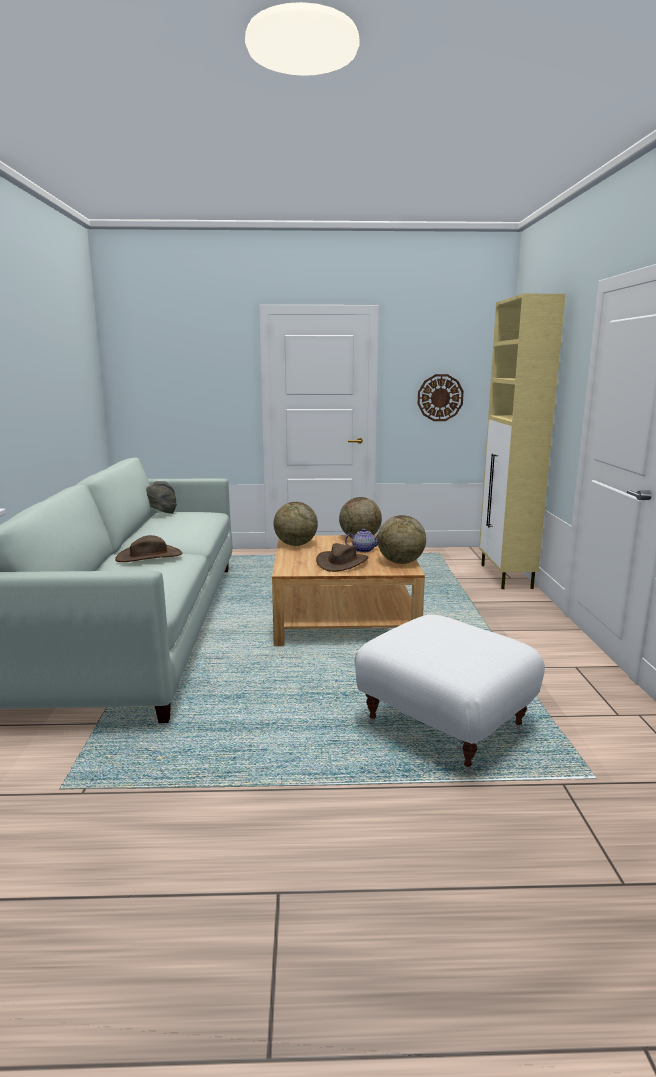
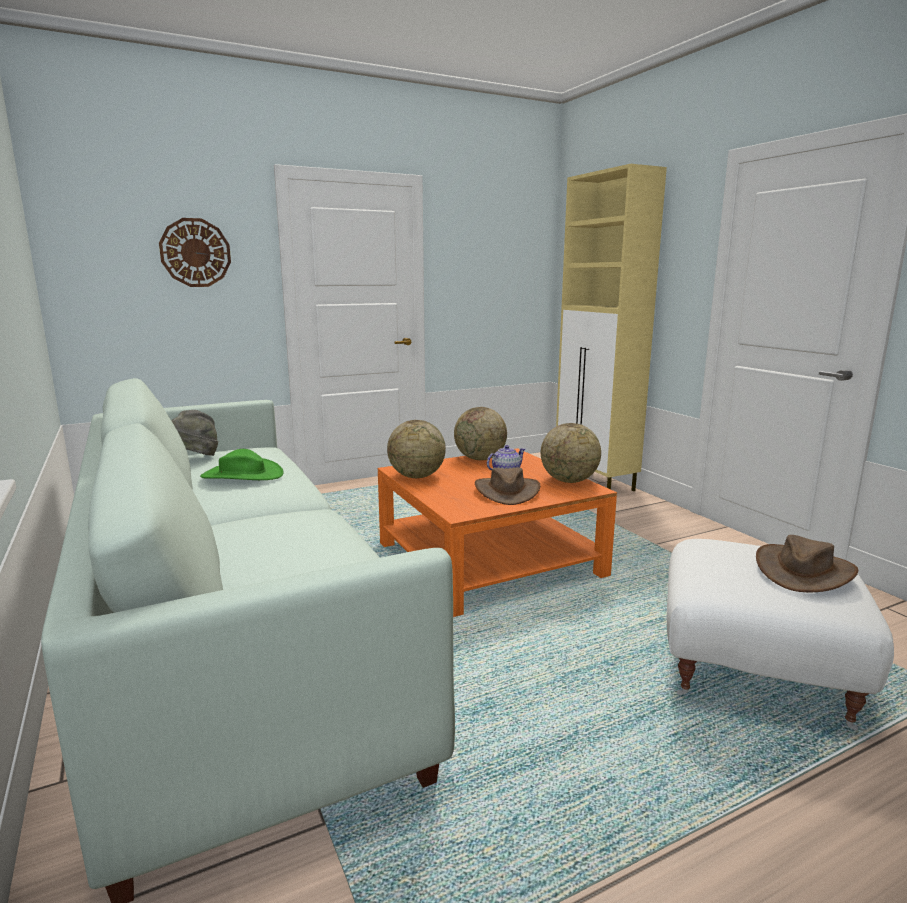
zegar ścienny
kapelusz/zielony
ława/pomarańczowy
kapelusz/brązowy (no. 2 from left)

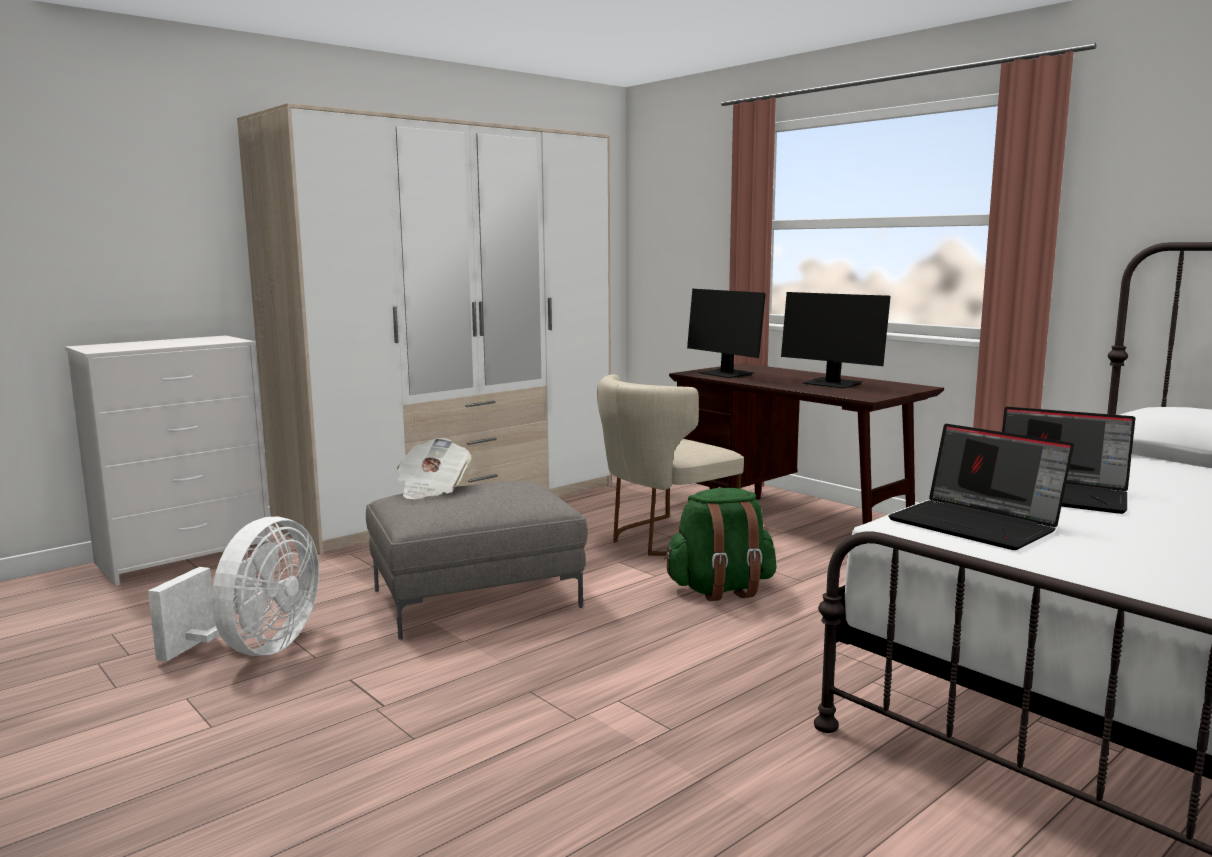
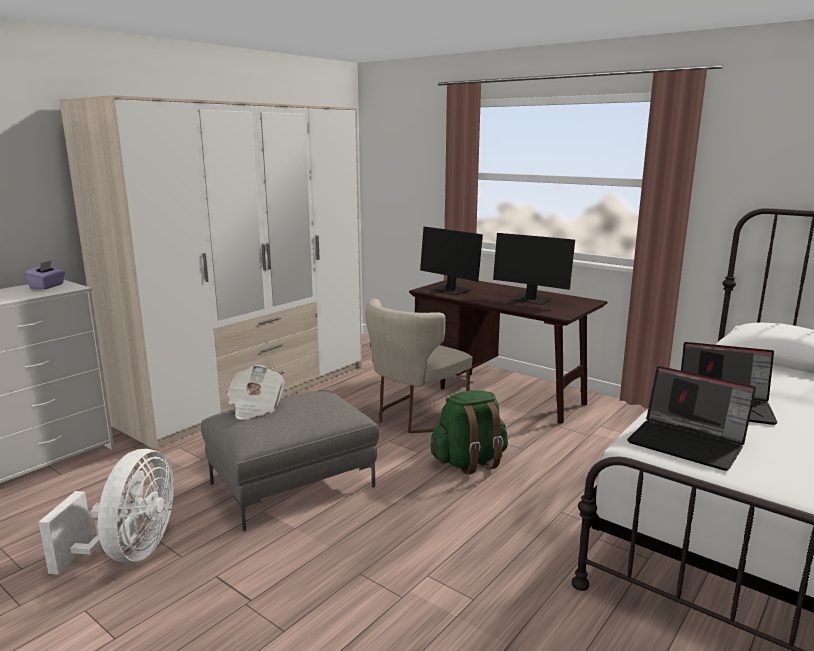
pudełko chusteczek/fioletowy

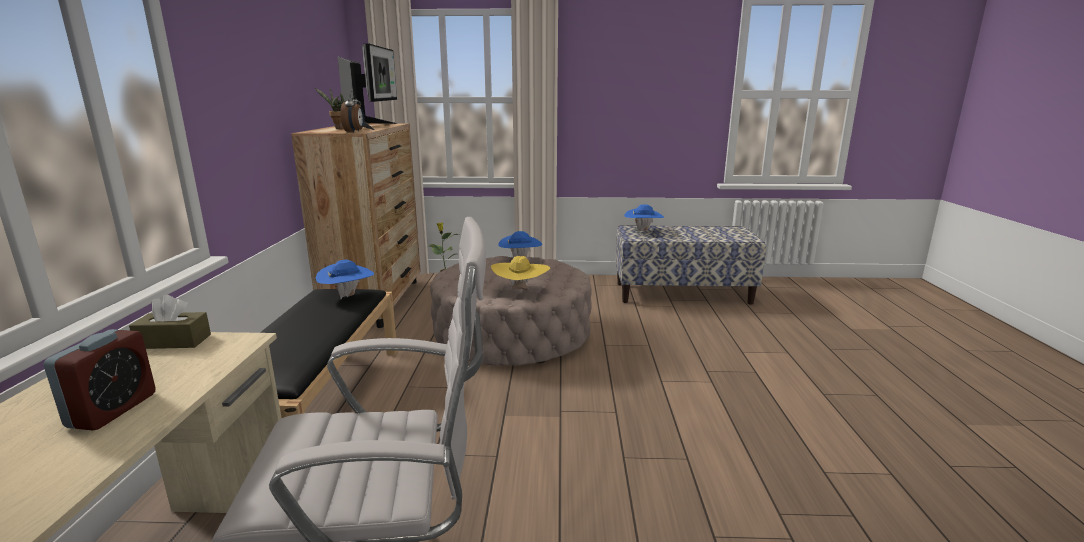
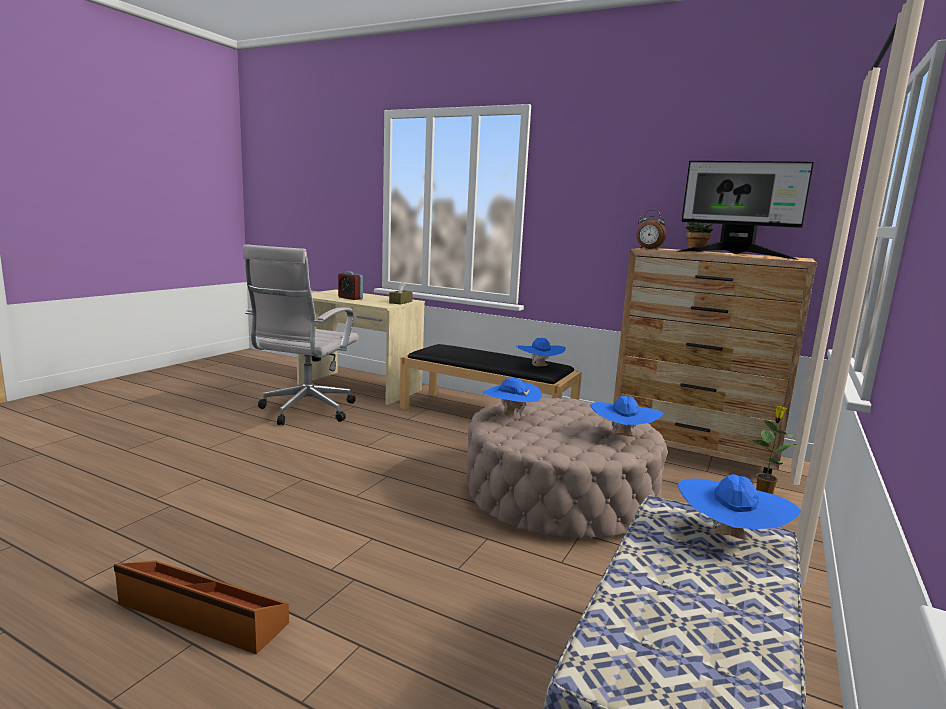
pojemnik do przechowywania/brązowy
kapelusz/niebieski (no. 1 from left)

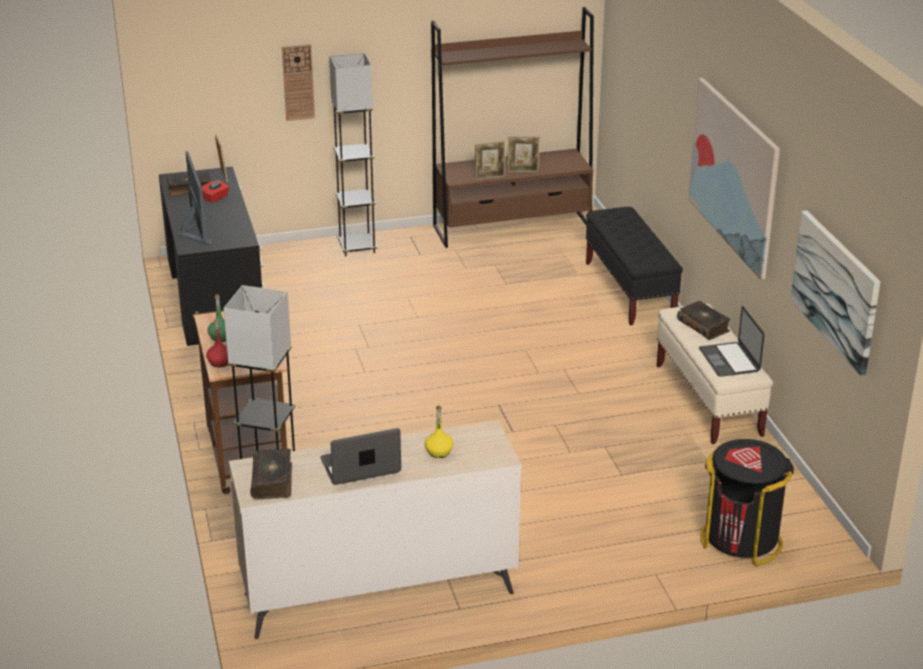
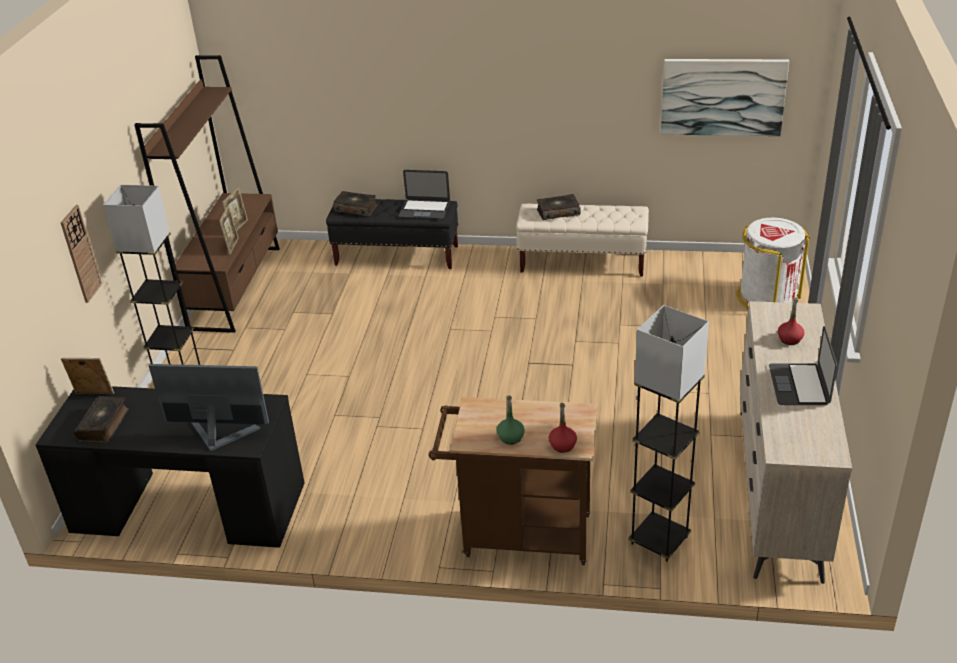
książka (no. 2 from left)
laptop (no. 1 from left)
kosz na śmieci/biały
butelka/czerwony (no. 2 from left)
pudełko chusteczek/czerwony
obraz (no. 1 from left in the first image)

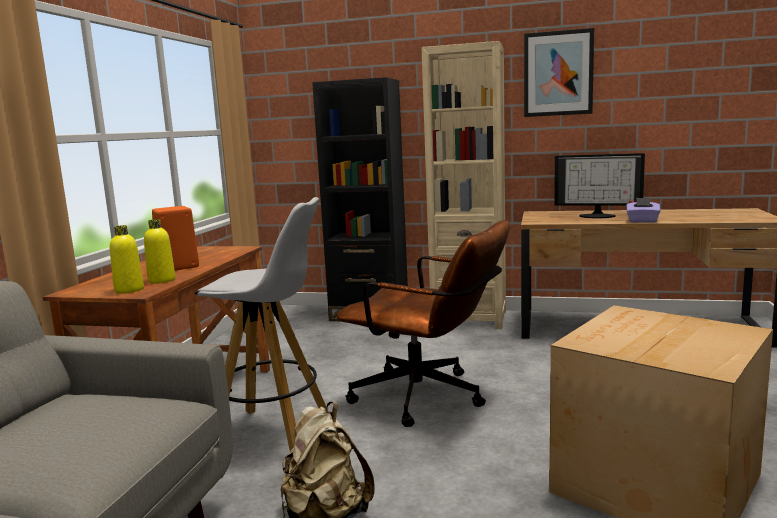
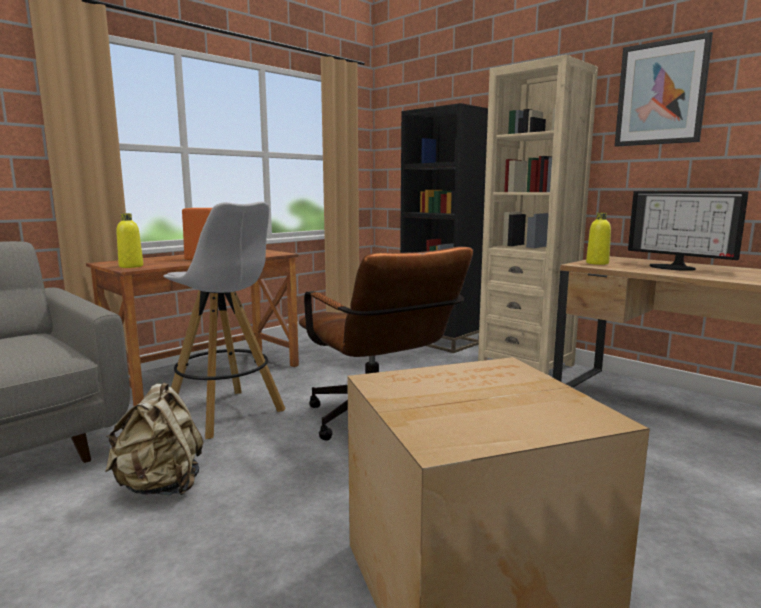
butelka/żółty (no. 2 from left)
pudełko chusteczek/fioletowy

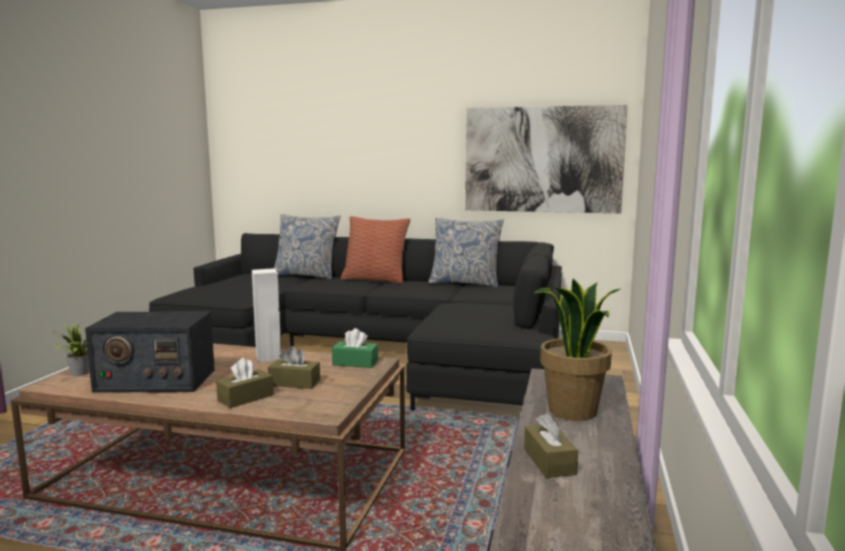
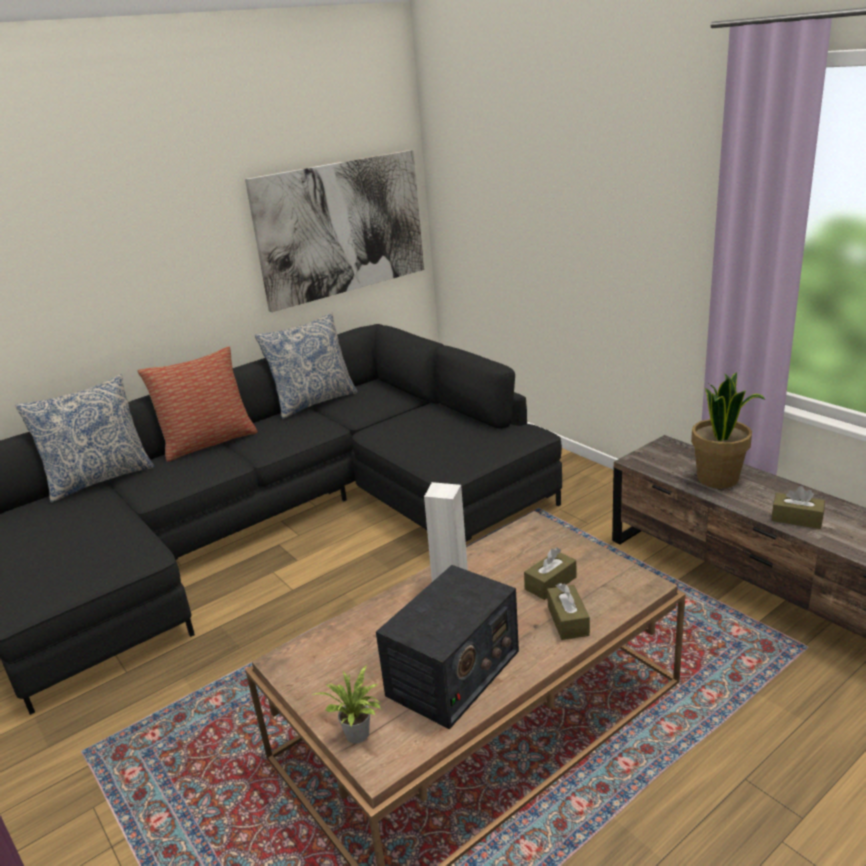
pudełko chusteczek/zielony

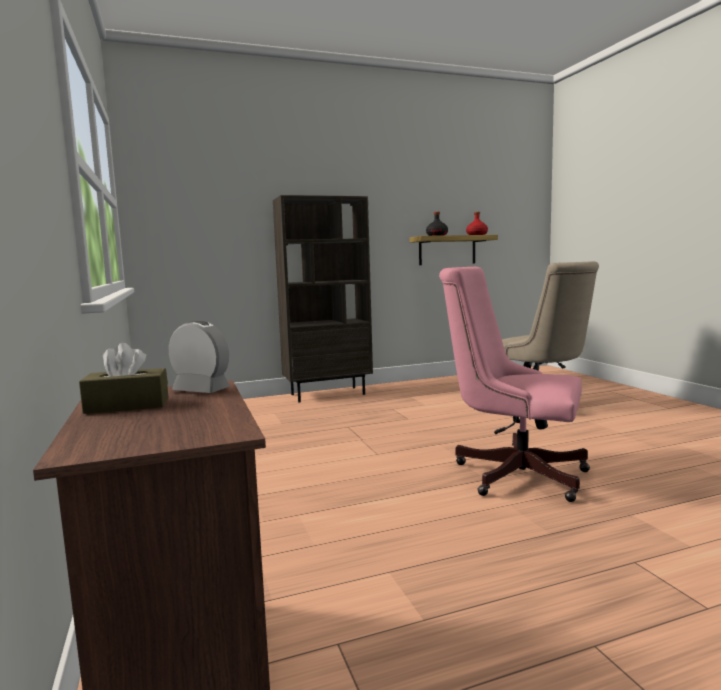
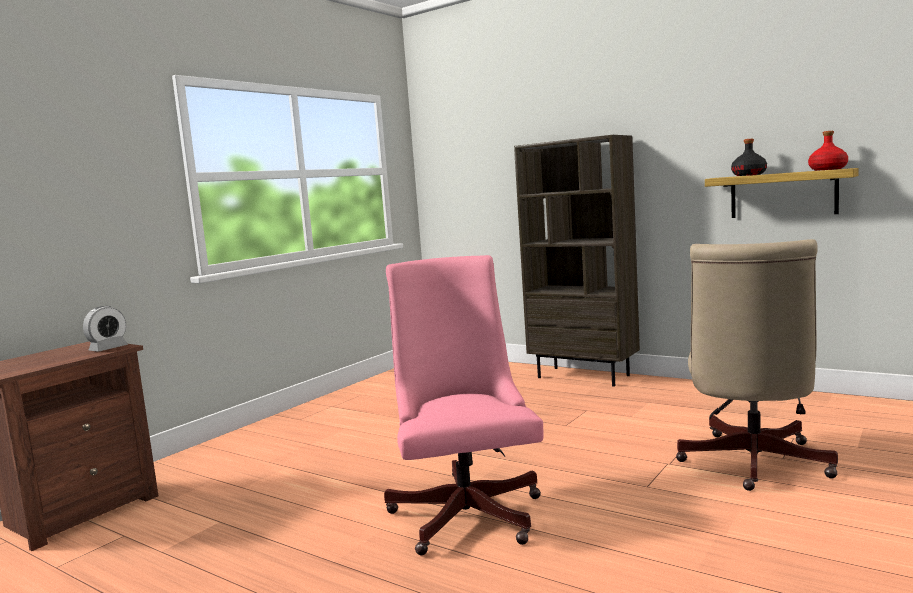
budzik
pudełko chusteczek/brązowy

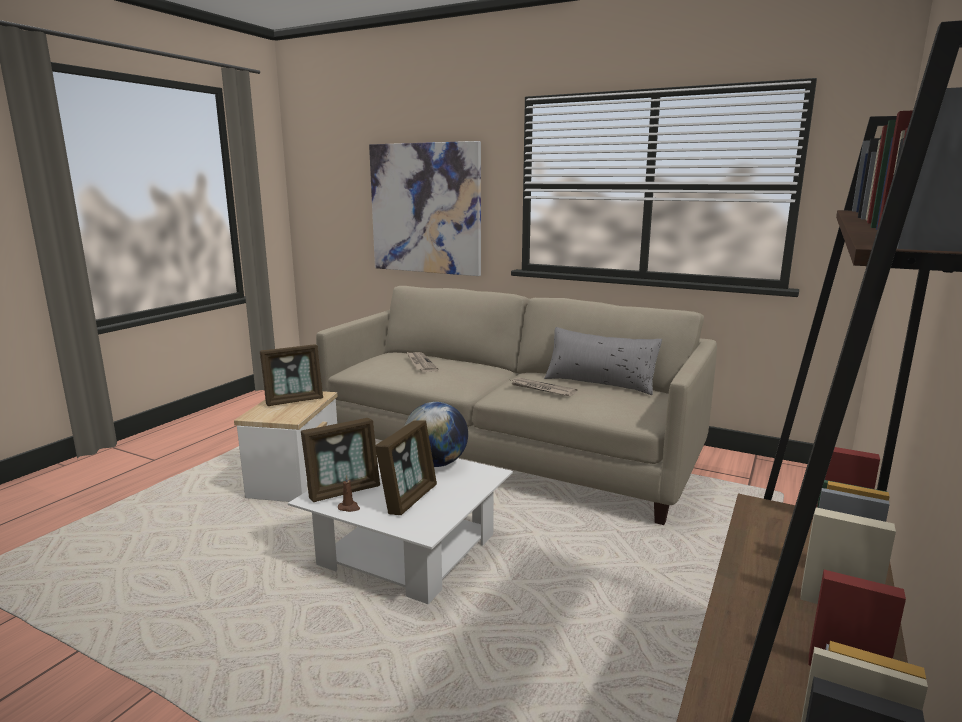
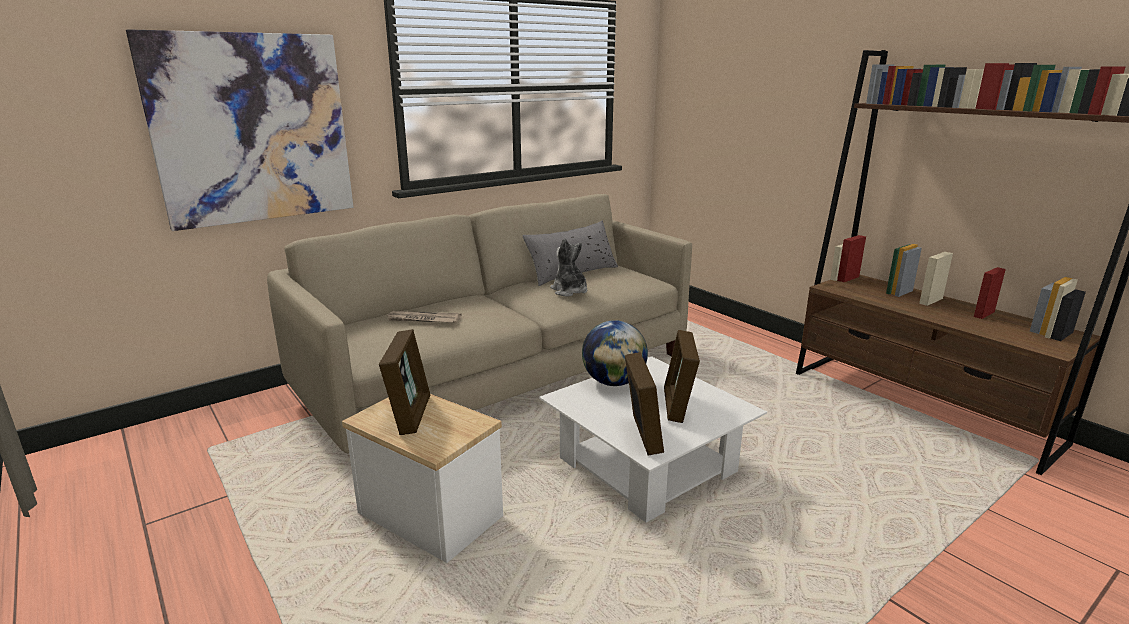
pluszak
ramka na zdjęcie (no. 3 from left)
świeca/brązowy

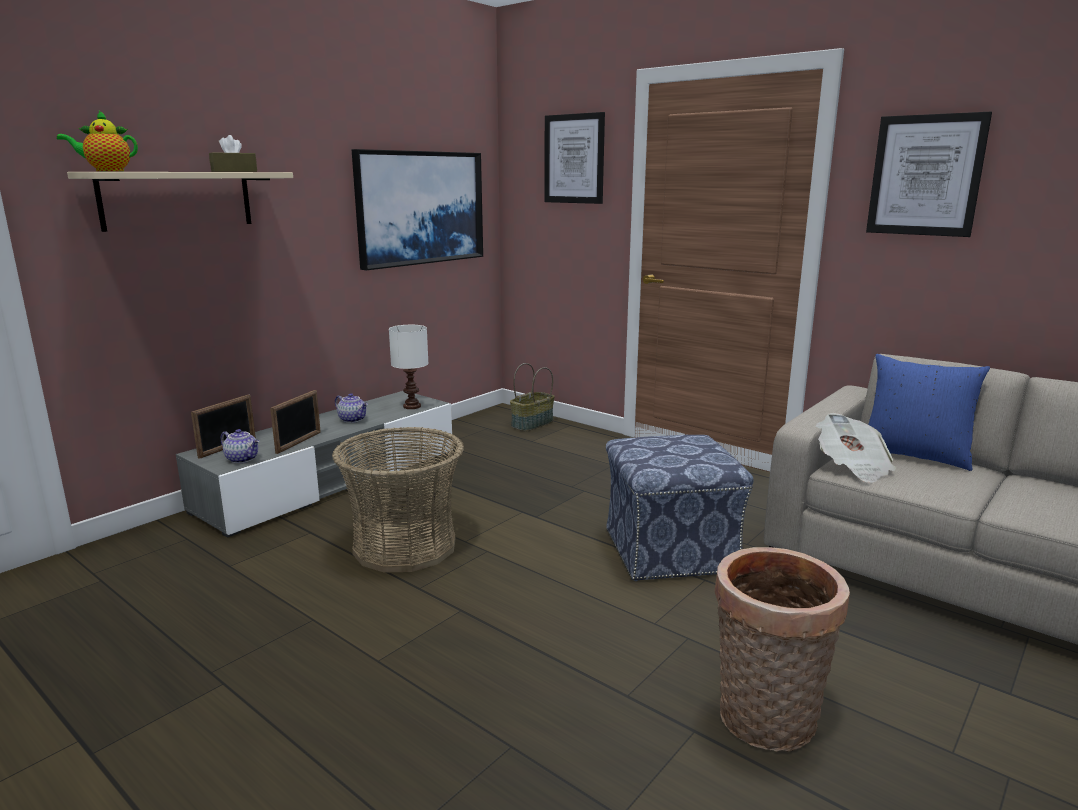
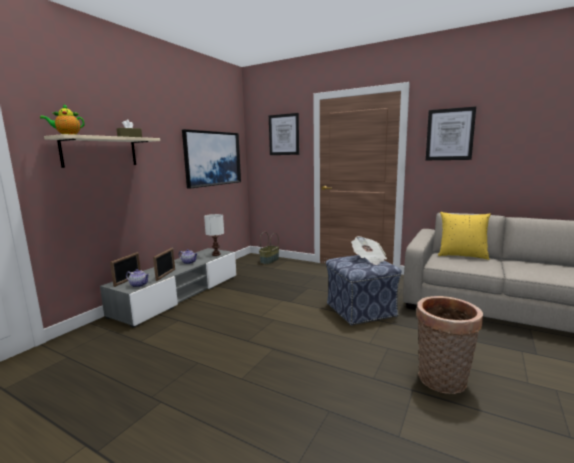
gazeta
poduszka/żółty
koszyk (no. 1 from left in the first image)

